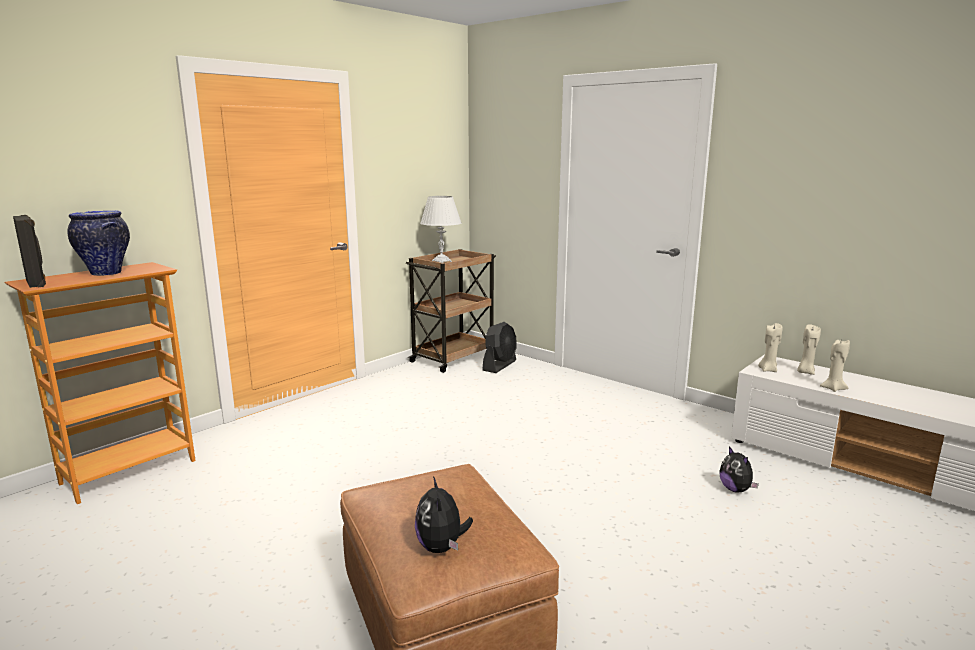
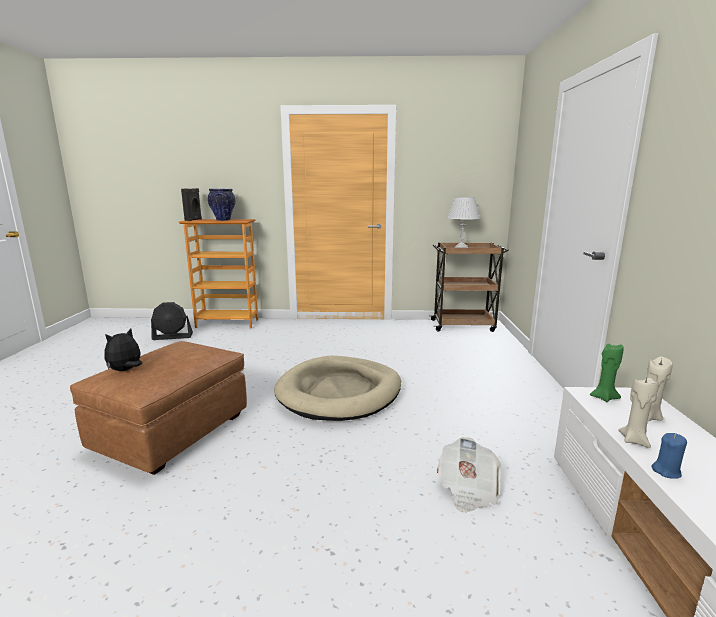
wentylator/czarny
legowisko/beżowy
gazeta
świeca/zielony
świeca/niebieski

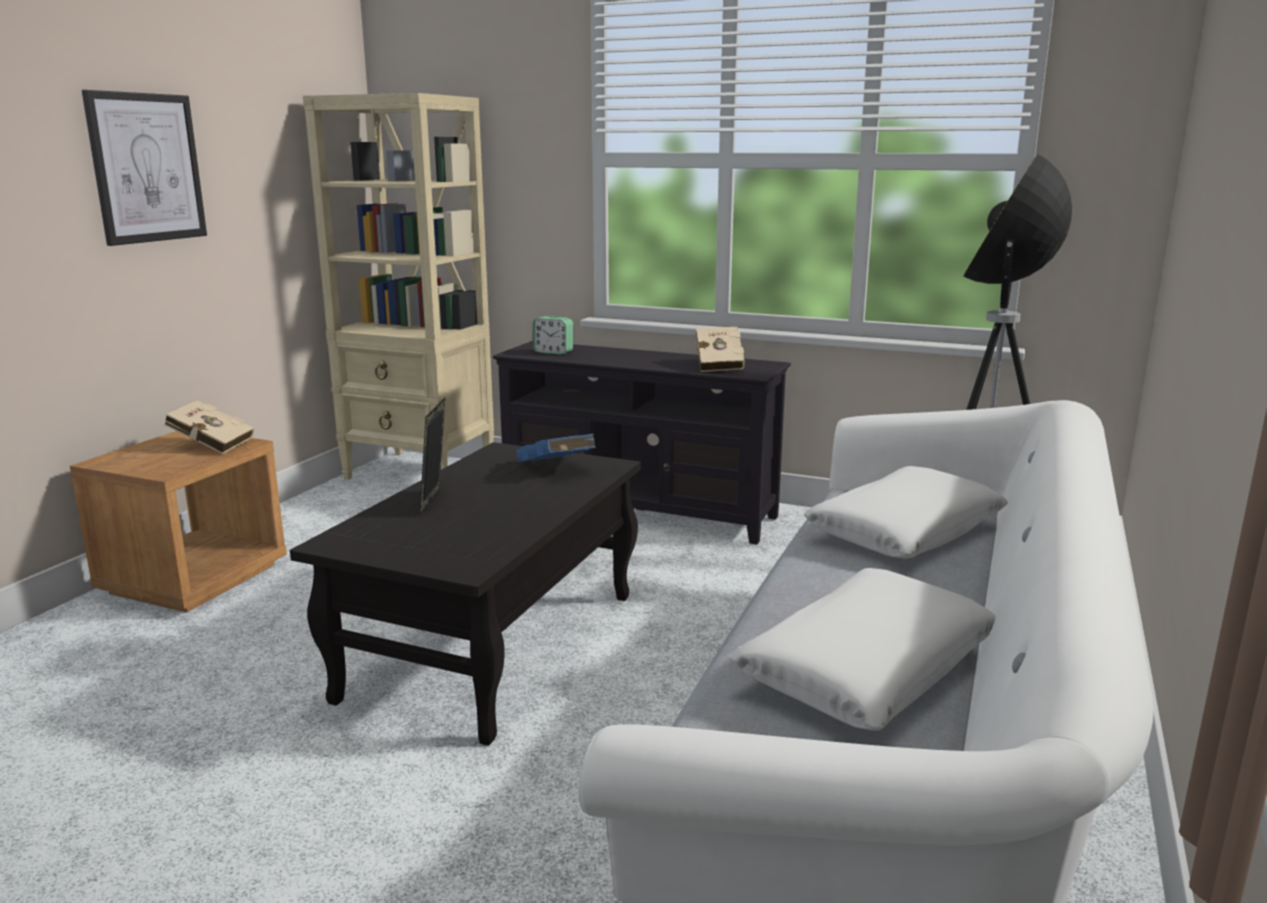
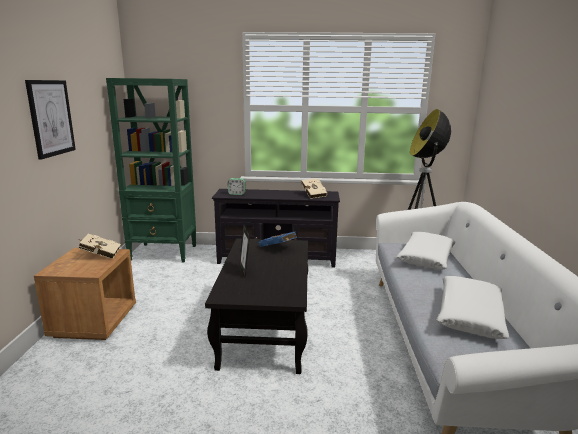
regał/zielony

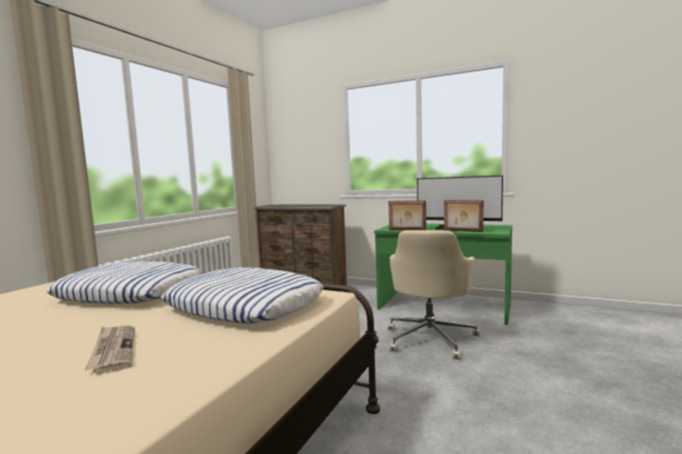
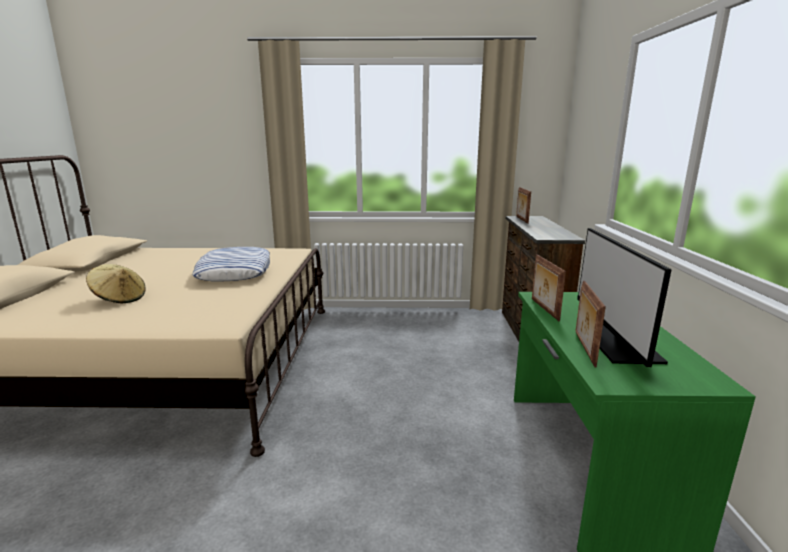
kapelusz/beżowy
ramka na zdjęcie (no. 1 from left)
poduszka (no. 2 from left in the first image)
krzesło biurowe/beżowy

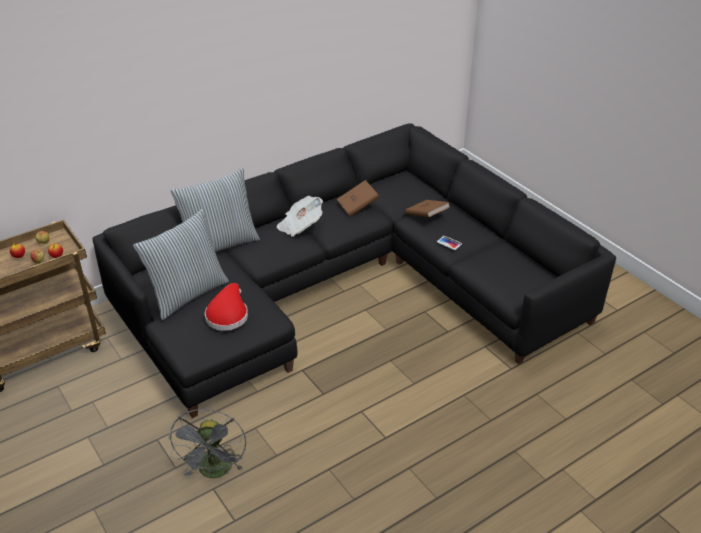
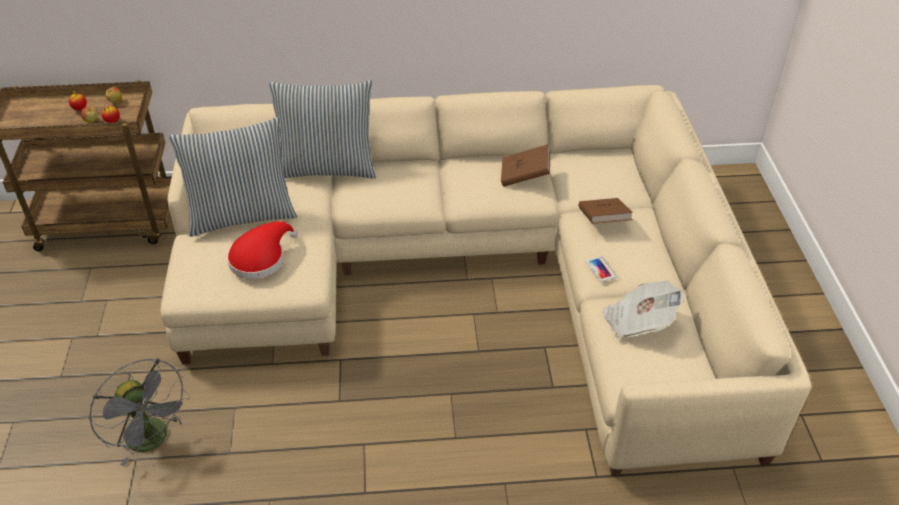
wentylator/szary
kanapa/beżowy
gazeta

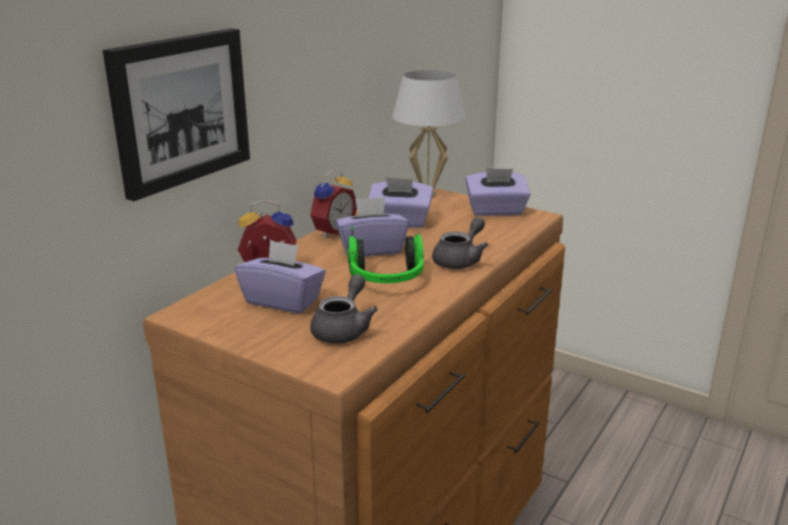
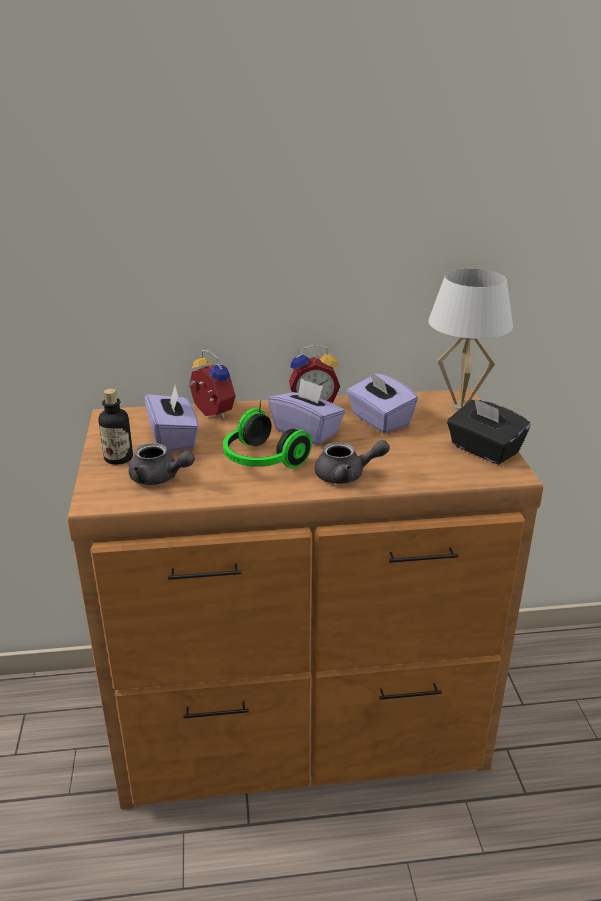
butelka
imbryk/szary (no. 1 from left)
pudełko chusteczek/czarny
obraz

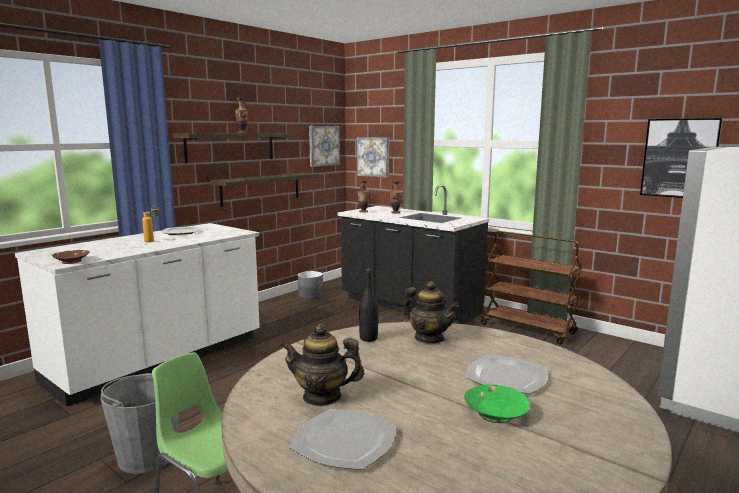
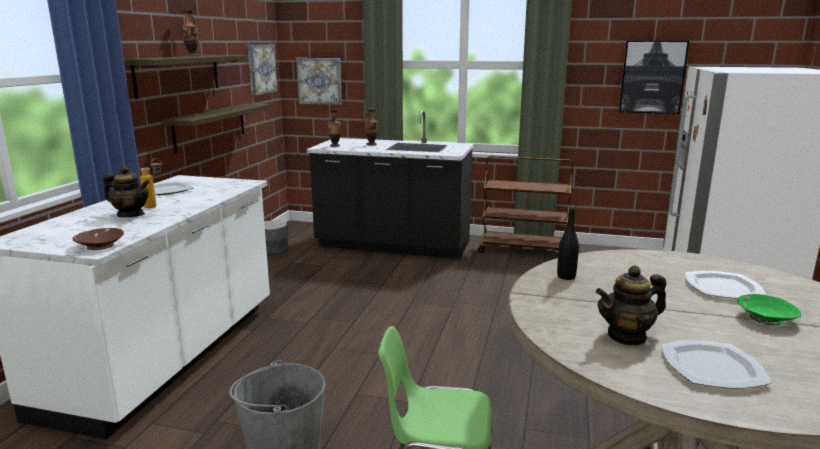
imbryk (no. 1 from left)

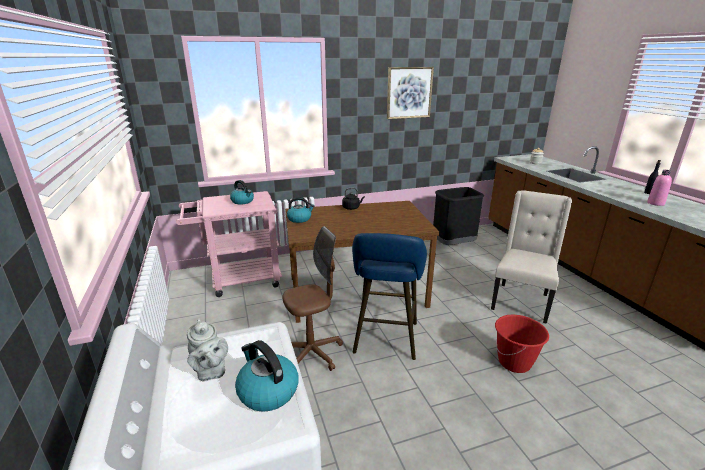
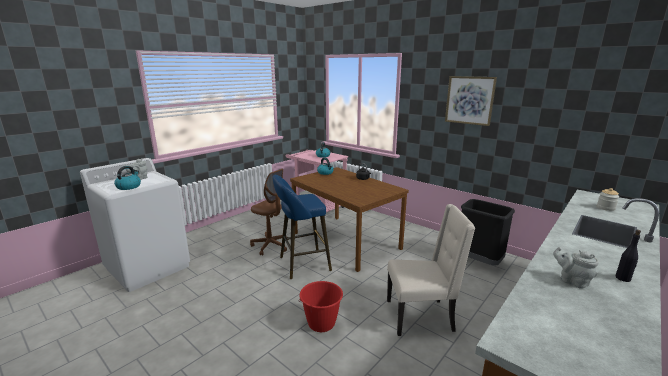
imbryk/szary (no. 2 from left)

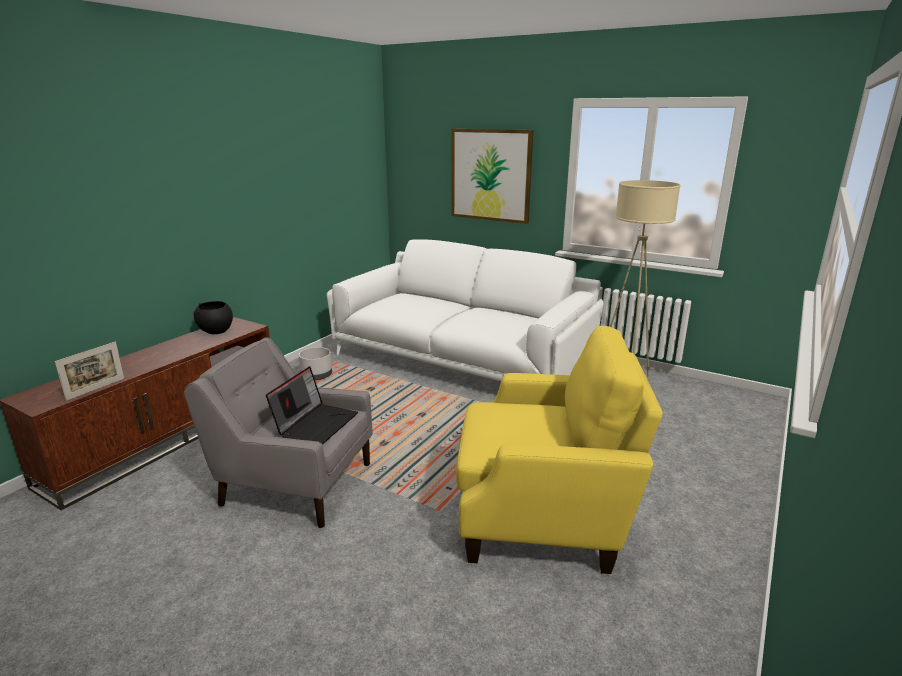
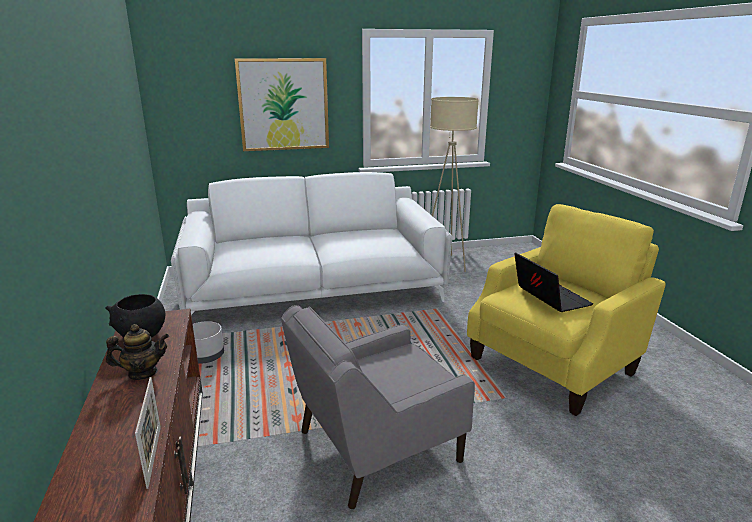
imbryk
laptop

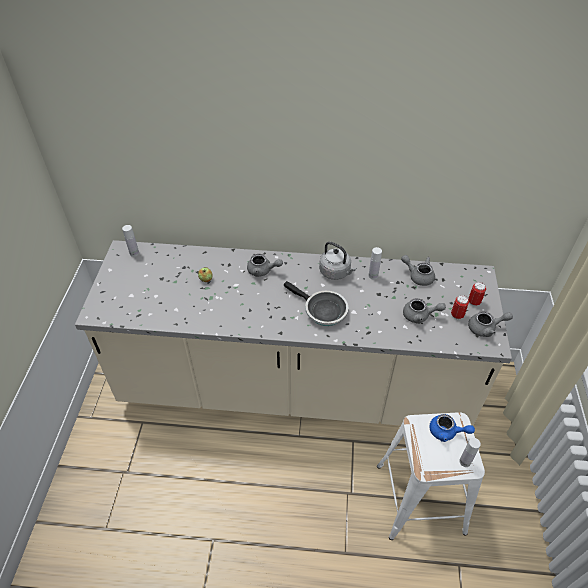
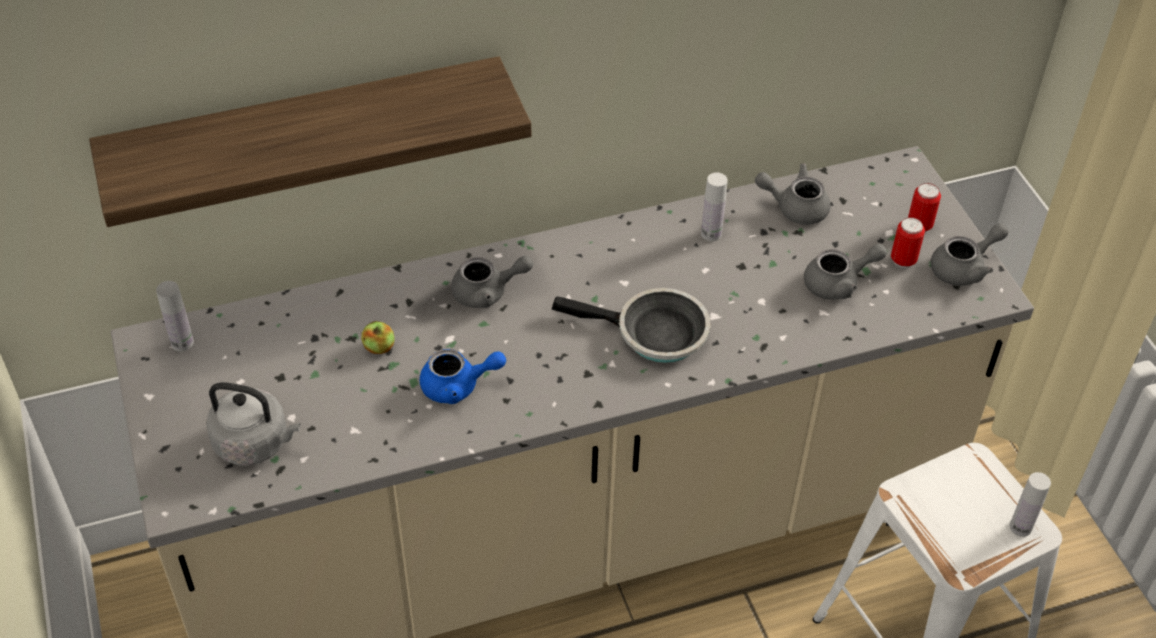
półka
czajnik/szary
imbryk/niebieski

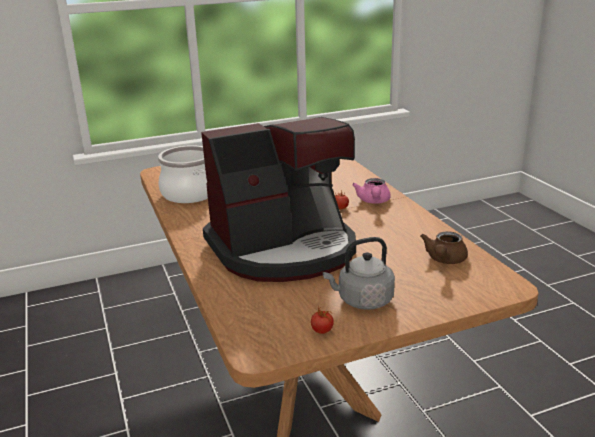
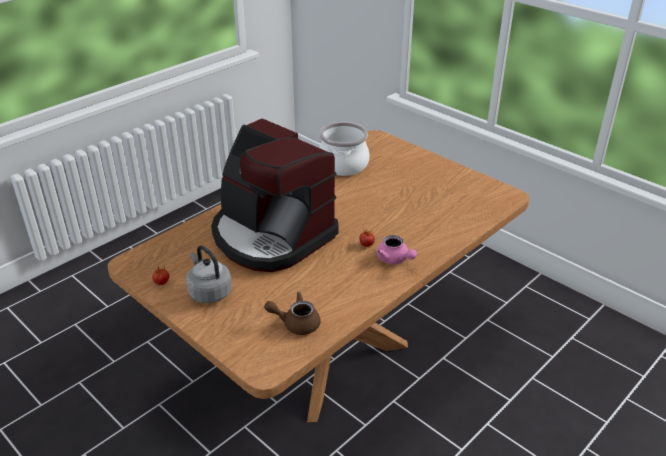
imbryk/różowy

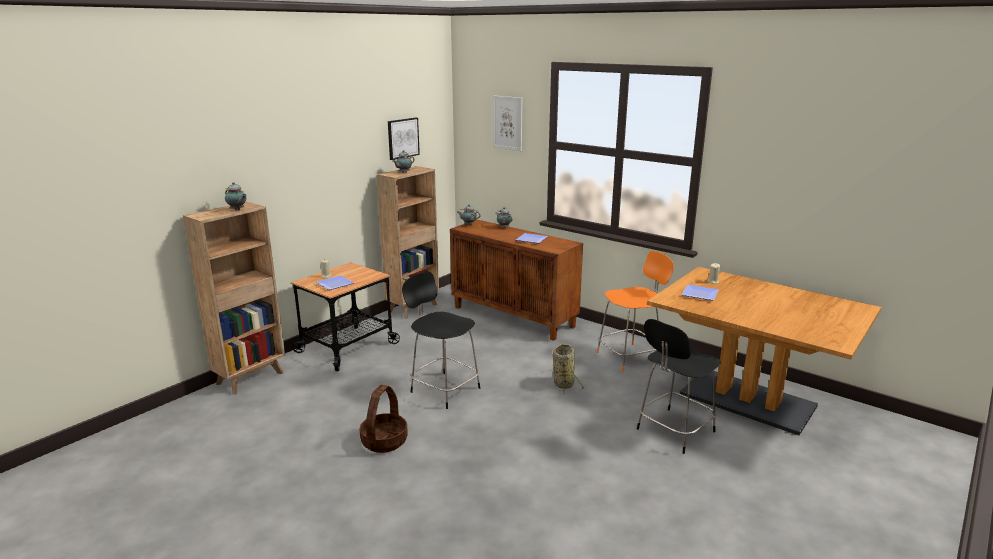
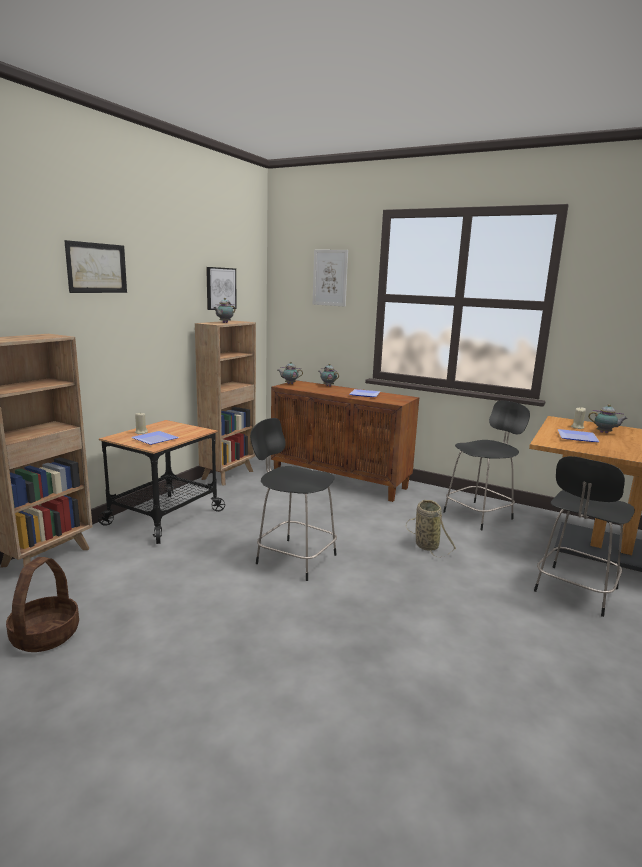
koszyk (no. 1 from left)
obraz (no. 1 from left)
krzesło/czarny (no. 2 from left)
imbryk (no. 4 from left)

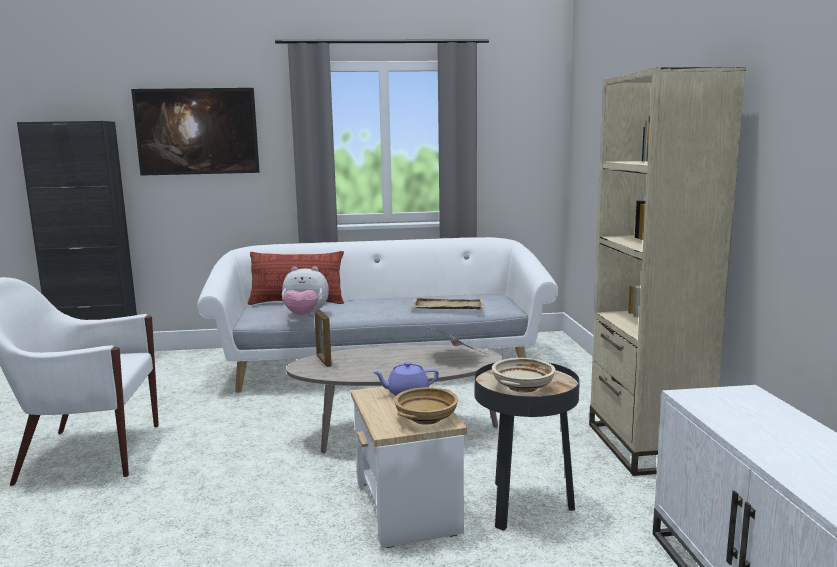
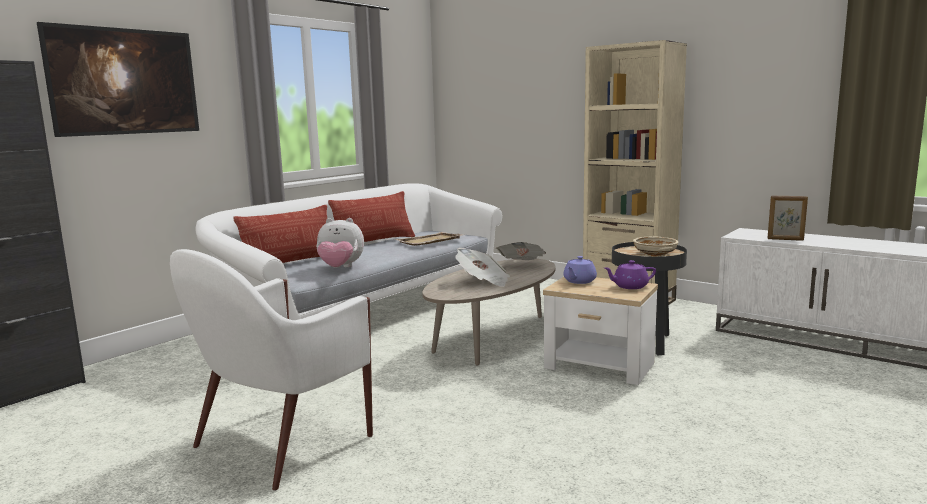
pluszak
poduszka (no. 2 from left)
gazeta (no. 1 from left)
imbryk/fioletowy (no. 2 from left)
ramka na zdjęcie

